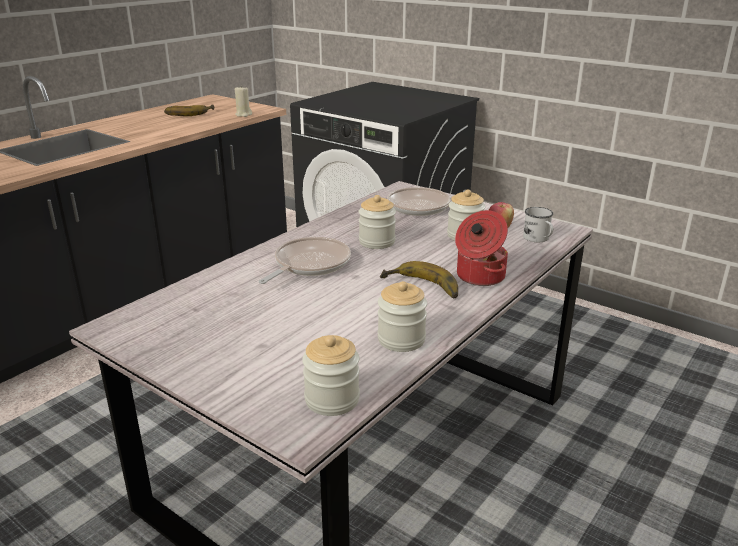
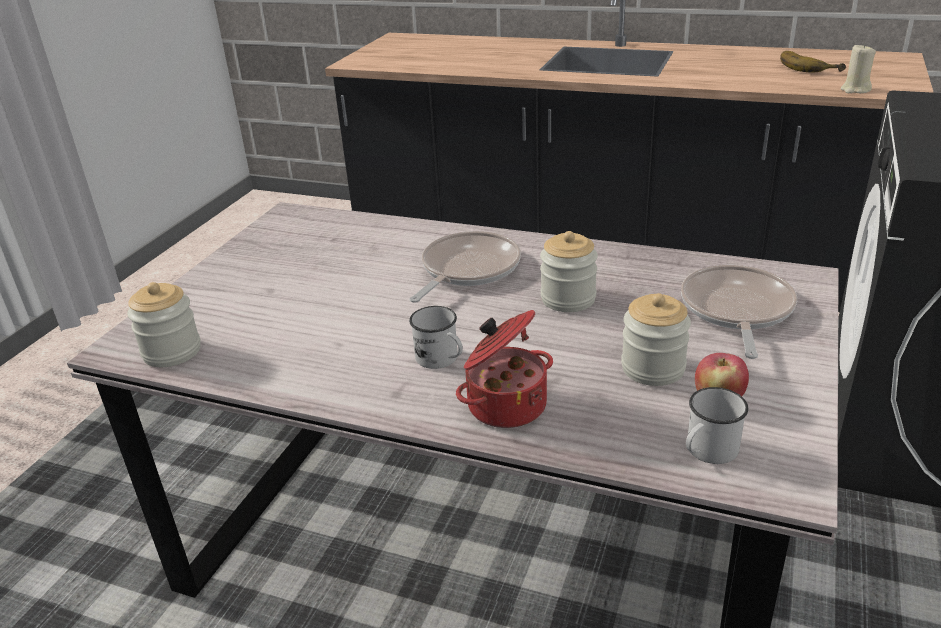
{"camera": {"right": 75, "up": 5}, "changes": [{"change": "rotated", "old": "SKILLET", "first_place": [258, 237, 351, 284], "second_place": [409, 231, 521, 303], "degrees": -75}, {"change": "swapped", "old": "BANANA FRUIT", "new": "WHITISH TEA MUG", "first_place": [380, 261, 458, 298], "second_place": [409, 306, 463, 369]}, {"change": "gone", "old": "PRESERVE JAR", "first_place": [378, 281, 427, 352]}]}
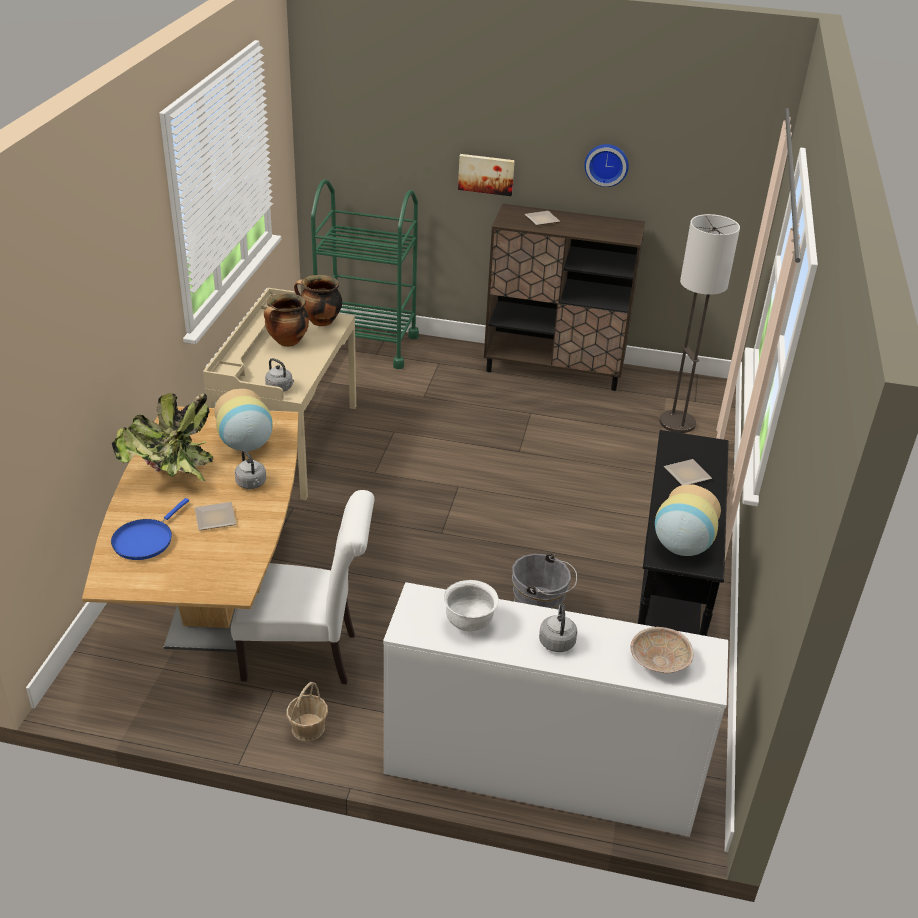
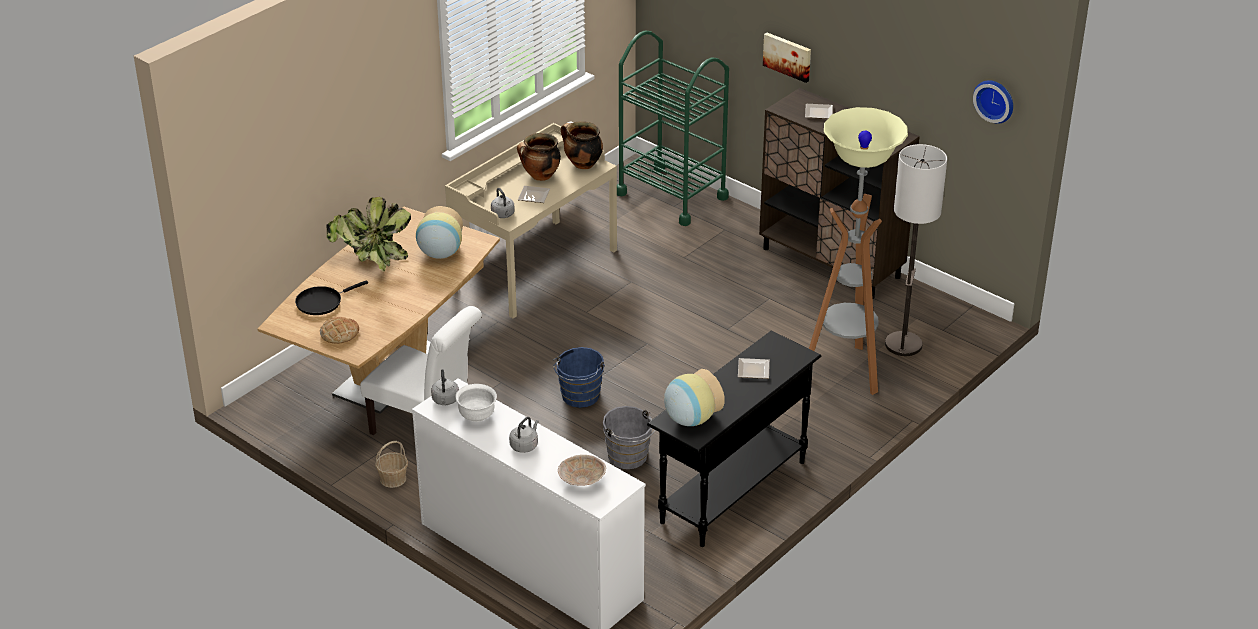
{"camera": {"right": 30, "up": 0}, "changes": [{"change": "shifted", "old": "WALL CLOCK", "first_place": [584, 144, 629, 187], "second_place": [973, 81, 1013, 124]}, {"change": "shifted", "old": "GREY KETTLE", "first_place": [235, 450, 266, 489], "second_place": [431, 369, 459, 405]}, {"change": "repainted", "old": "BLUE SKILLET", "new": "BLACKISH SKILLET", "first_place": [111, 498, 189, 560], "second_place": [295, 280, 368, 315]}, {"change": "shifted", "old": "DINNER PLATE", "first_place": [195, 502, 236, 530], "second_place": [518, 186, 550, 203]}, {"change": "new", "new": "STANDARD LAMP", "second_place": [809, 107, 908, 395]}, {"change": "new", "new": "BAKERY BREAD", "second_place": [320, 317, 359, 344]}, {"change": "new", "new": "BLUE BUCKET", "second_place": [553, 347, 605, 408]}]}
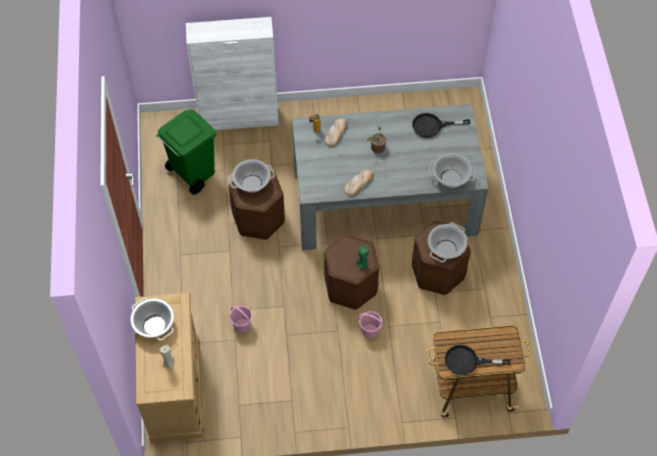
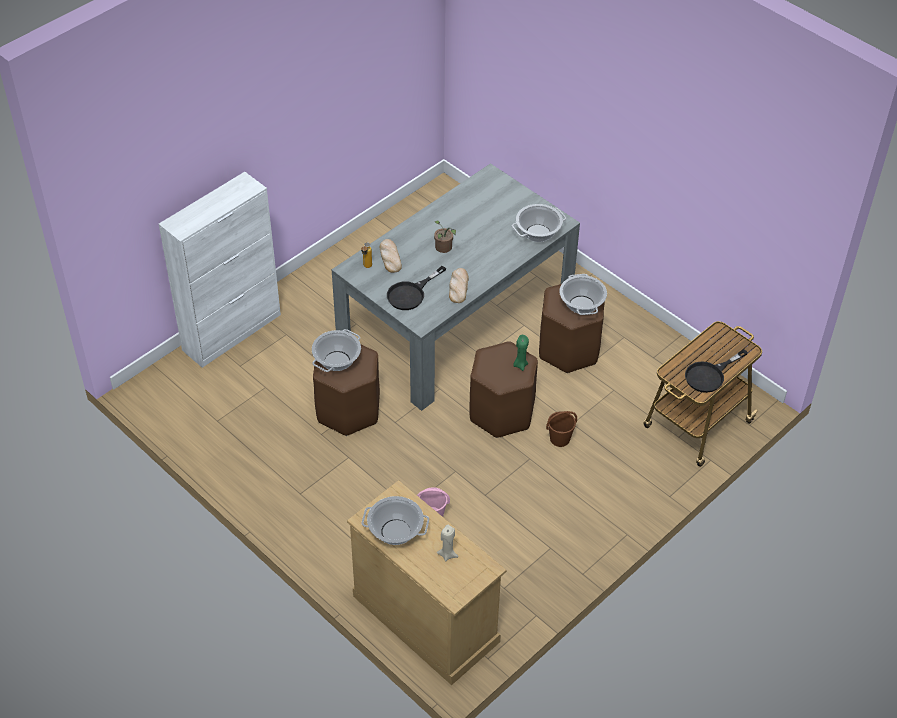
{"camera": {"right": -40, "up": -10}, "changes": [{"change": "gone", "old": "GREEN WASTE BIN", "first_place": [156, 109, 216, 195]}, {"change": "shifted", "old": "BLACKISH SKILLET", "first_place": [412, 113, 470, 138], "second_place": [387, 266, 446, 310]}, {"change": "repainted", "old": "PINK BUCKET", "new": "BROWN BUCKET", "first_place": [358, 311, 383, 338], "second_place": [546, 411, 577, 447]}]}
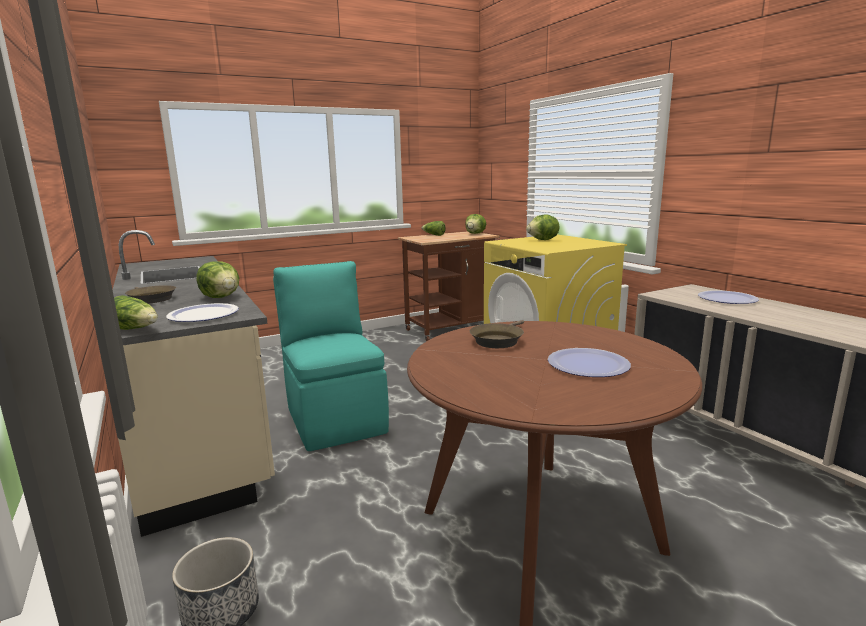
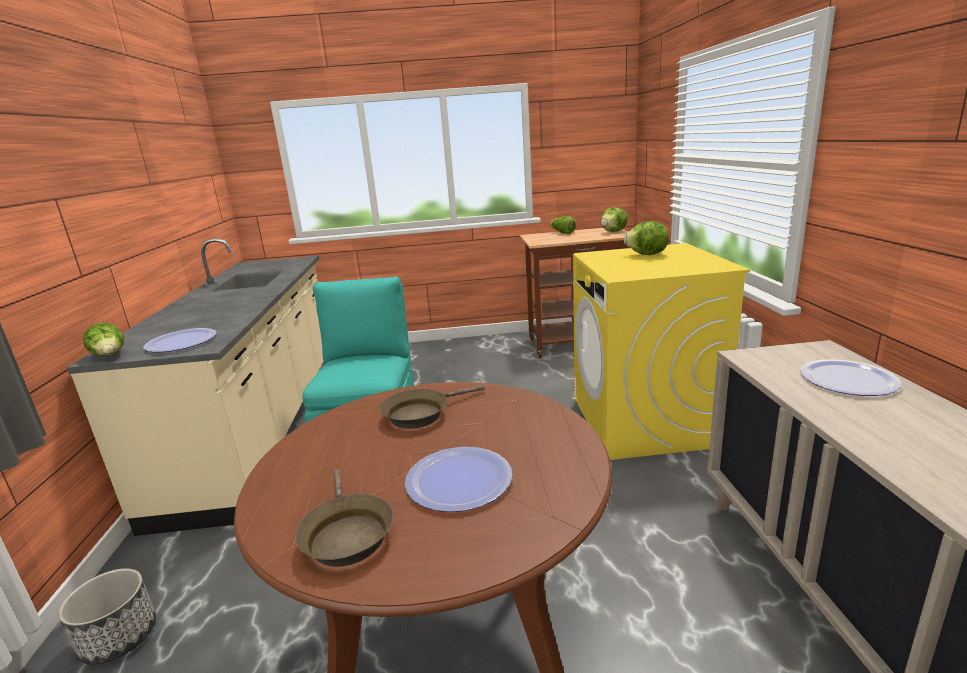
{"camera": {"right": 25, "up": 5}, "changes": [{"change": "gone", "old": "HEAD OF LETTUCE", "first_place": [196, 261, 239, 298]}, {"change": "shifted", "old": "BROWN SKILLET", "first_place": [125, 285, 176, 304], "second_place": [296, 469, 393, 567]}]}
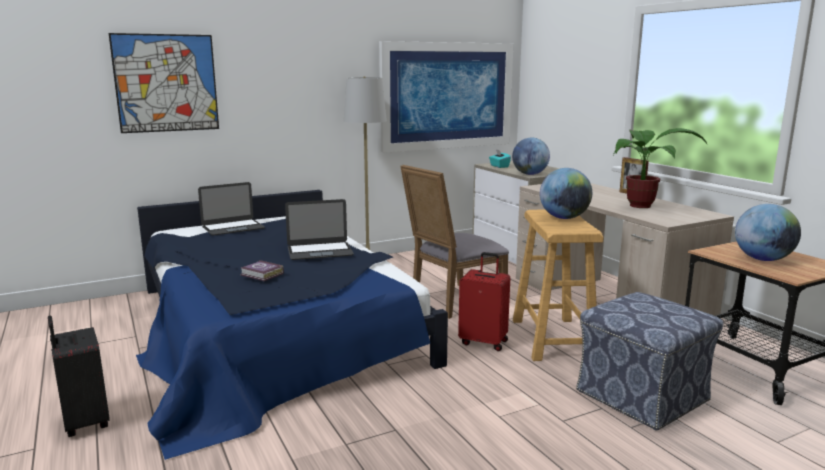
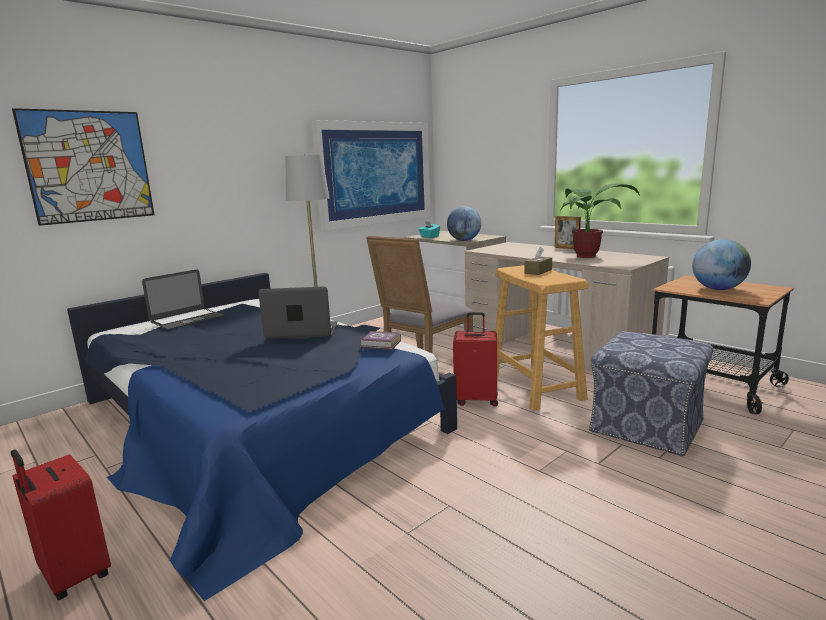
{"camera": {"right": -15, "up": 0}, "changes": [{"change": "swapped", "old": "DESK GLOBE", "new": "BROWN TISSUE BOX", "first_place": [540, 168, 592, 219], "second_place": [524, 247, 552, 275]}, {"change": "rotated", "old": "PORTABLE COMPUTER", "first_place": [285, 199, 354, 260], "second_place": [258, 286, 338, 339], "degrees": -150}, {"change": "shifted", "old": "VOLUME", "first_place": [240, 260, 284, 281], "second_place": [360, 331, 401, 350]}, {"change": "repainted", "old": "BLACKISH SUITCASE", "new": "RED-COLOURED SUITCASE", "first_place": [48, 316, 110, 437], "second_place": [11, 449, 111, 600]}]}
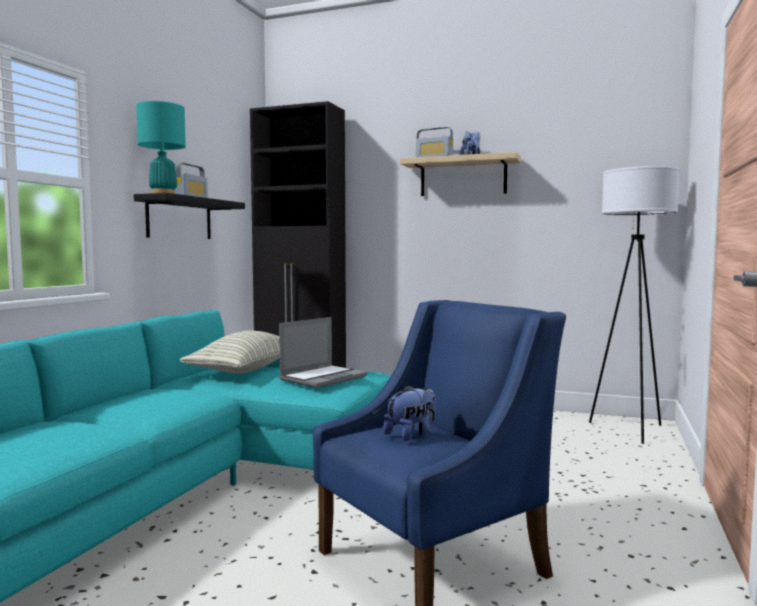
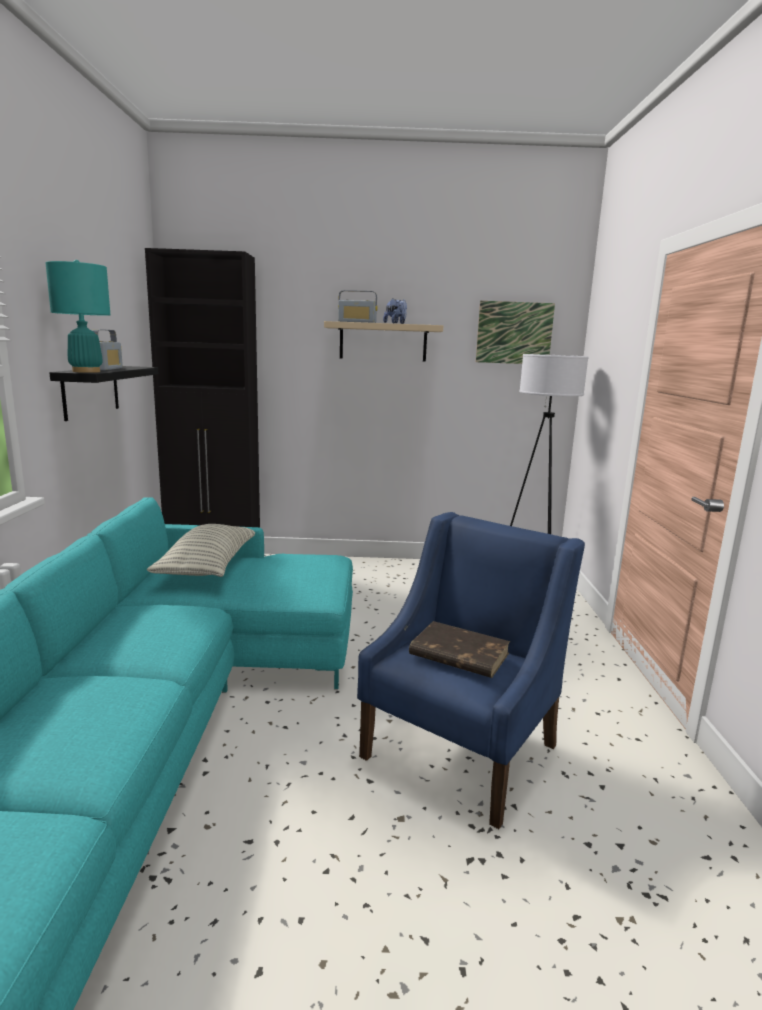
{"camera": {"right": -20, "up": 10}, "changes": [{"change": "gone", "old": "PORTABLE COMPUTER", "first_place": [279, 317, 367, 388]}, {"change": "swapped", "old": "SOFT TOY", "new": "BROWN VOLUME", "first_place": [383, 385, 436, 441], "second_place": [409, 621, 510, 678]}, {"change": "new", "new": "PICTURE", "second_place": [476, 301, 555, 364]}]}
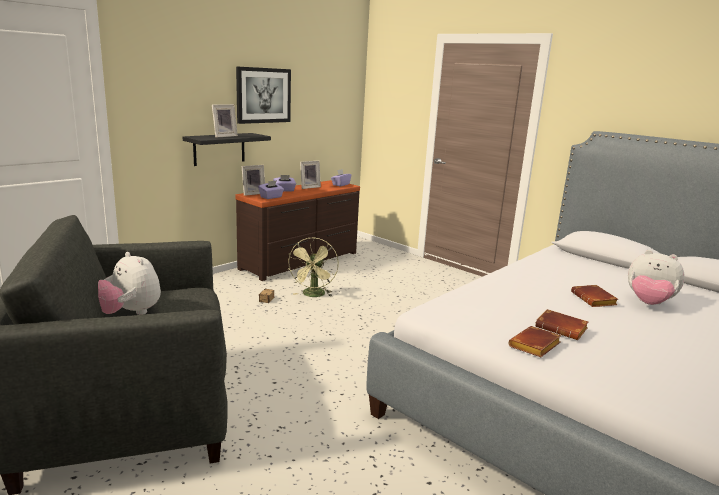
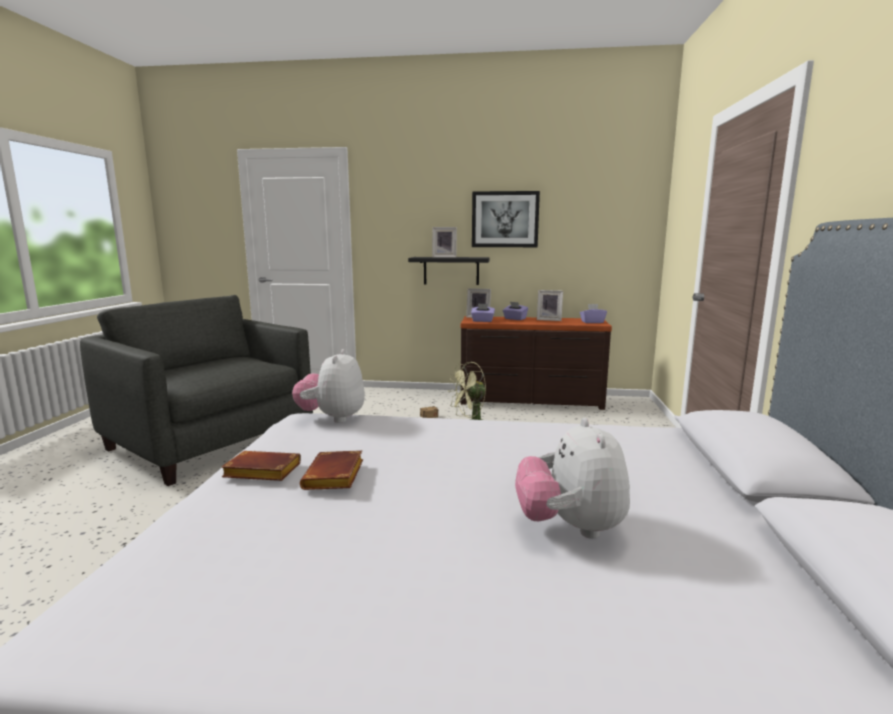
{"camera": {"right": 55, "up": -5}, "changes": [{"change": "shifted", "old": "SOFT TOY", "first_place": [98, 252, 161, 315], "second_place": [292, 349, 365, 423]}, {"change": "gone", "old": "BROWN VOLUME", "first_place": [571, 285, 618, 307]}]}
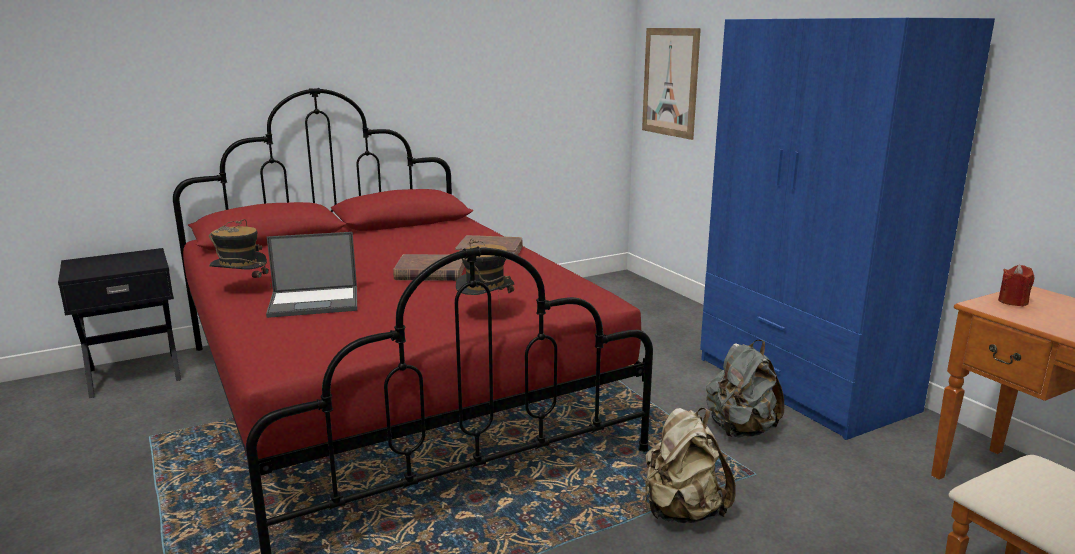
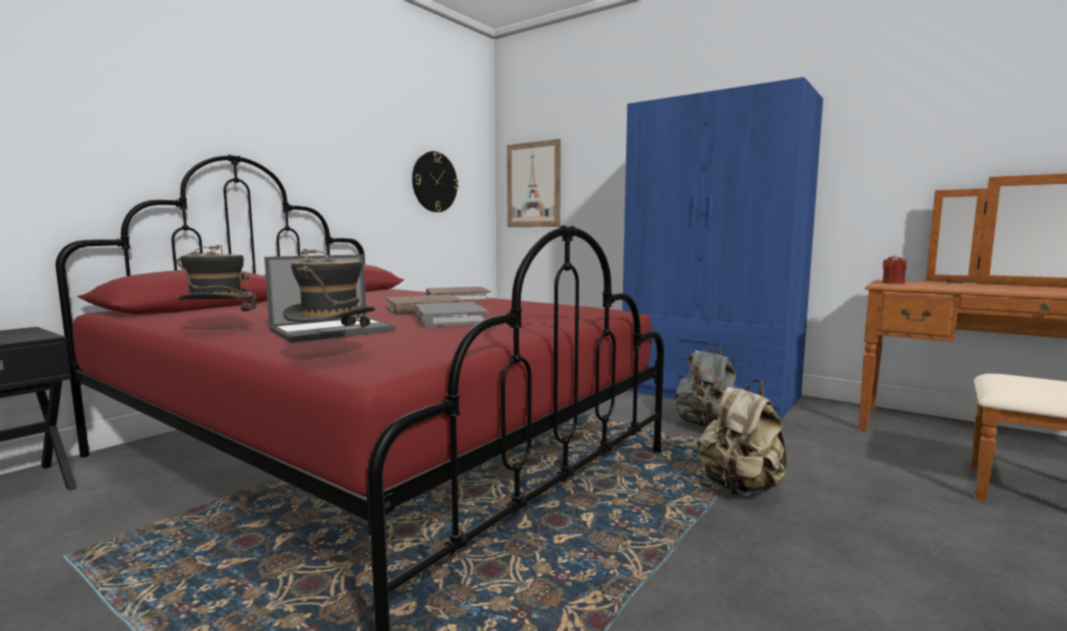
{"camera": {"right": -25, "up": -10}, "changes": [{"change": "shifted", "old": "HAT", "first_place": [456, 238, 514, 303], "second_place": [283, 249, 375, 349]}, {"change": "new", "new": "WALL CLOCK", "second_place": [412, 151, 459, 212]}, {"change": "new", "new": "GREY VOLUME", "second_place": [413, 302, 489, 327]}]}
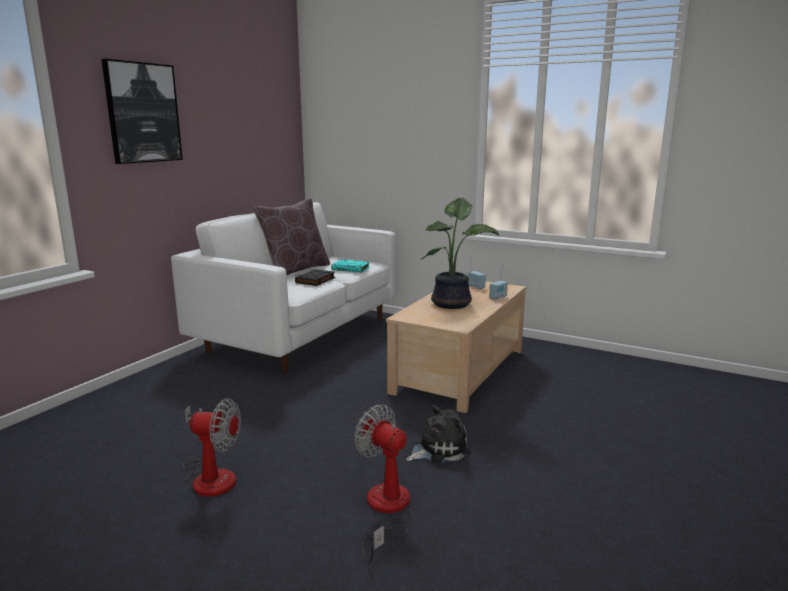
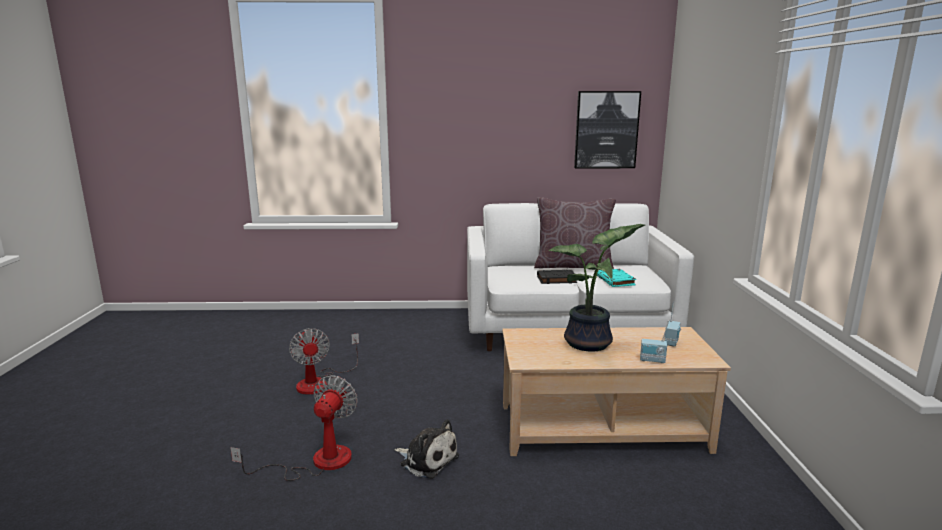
{"camera": {"right": 60, "up": 0}, "changes": [{"change": "shifted", "old": "PICTURE", "first_place": [101, 59, 183, 164], "second_place": [574, 91, 641, 168]}]}
